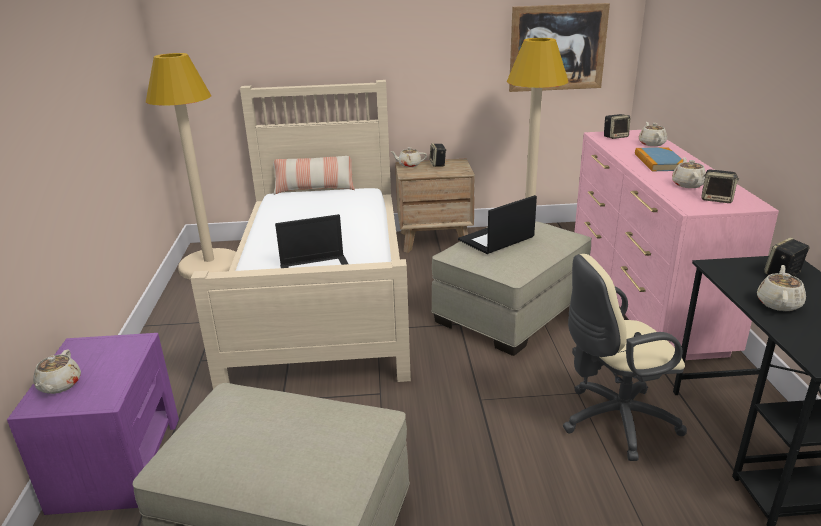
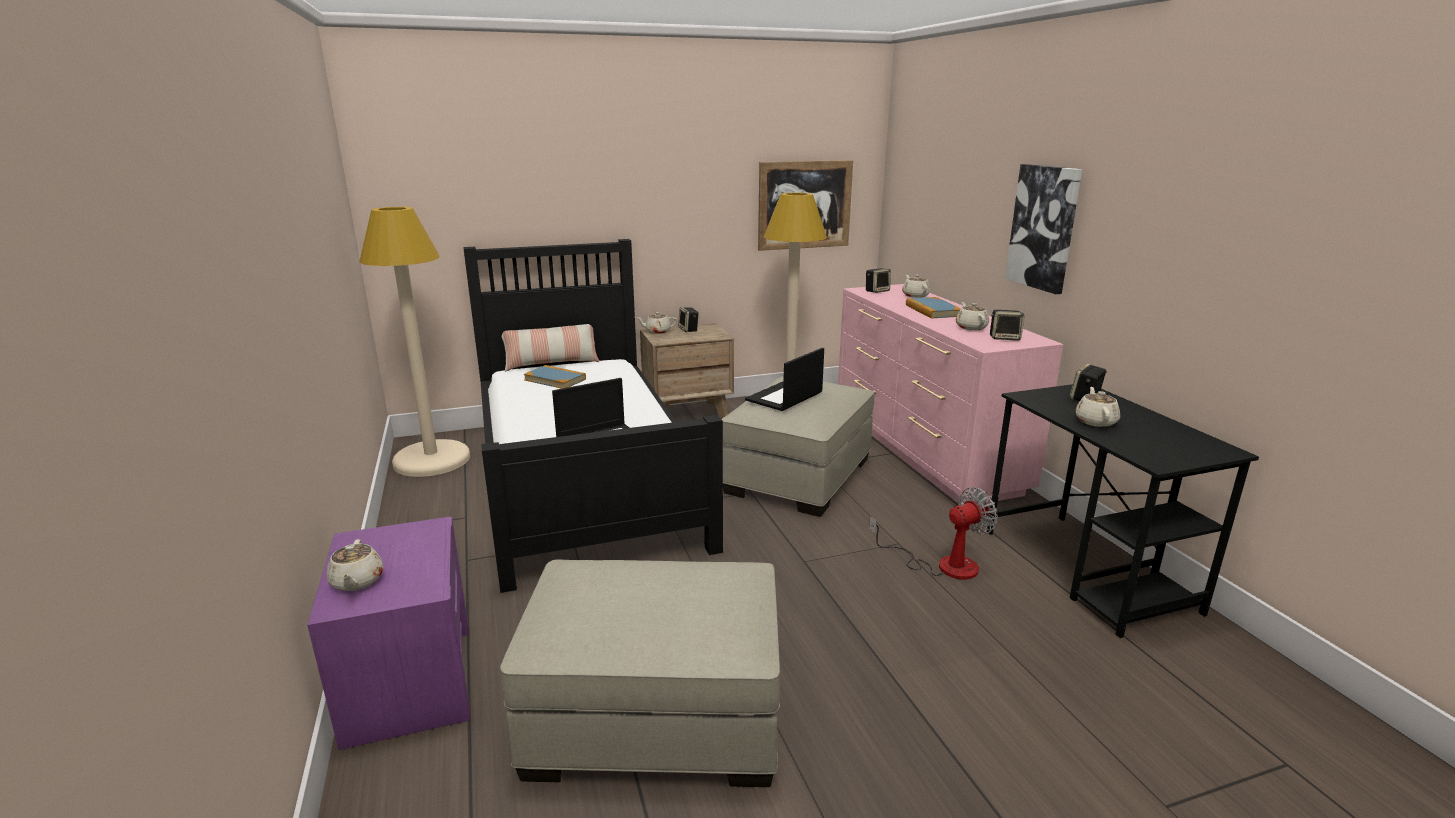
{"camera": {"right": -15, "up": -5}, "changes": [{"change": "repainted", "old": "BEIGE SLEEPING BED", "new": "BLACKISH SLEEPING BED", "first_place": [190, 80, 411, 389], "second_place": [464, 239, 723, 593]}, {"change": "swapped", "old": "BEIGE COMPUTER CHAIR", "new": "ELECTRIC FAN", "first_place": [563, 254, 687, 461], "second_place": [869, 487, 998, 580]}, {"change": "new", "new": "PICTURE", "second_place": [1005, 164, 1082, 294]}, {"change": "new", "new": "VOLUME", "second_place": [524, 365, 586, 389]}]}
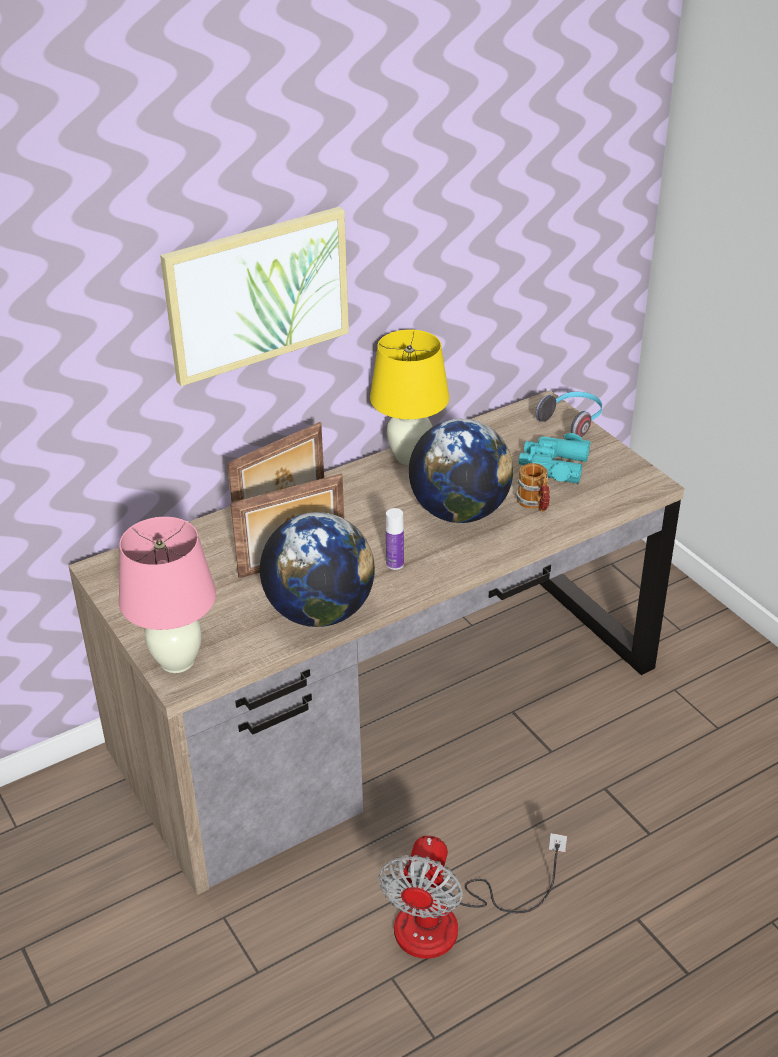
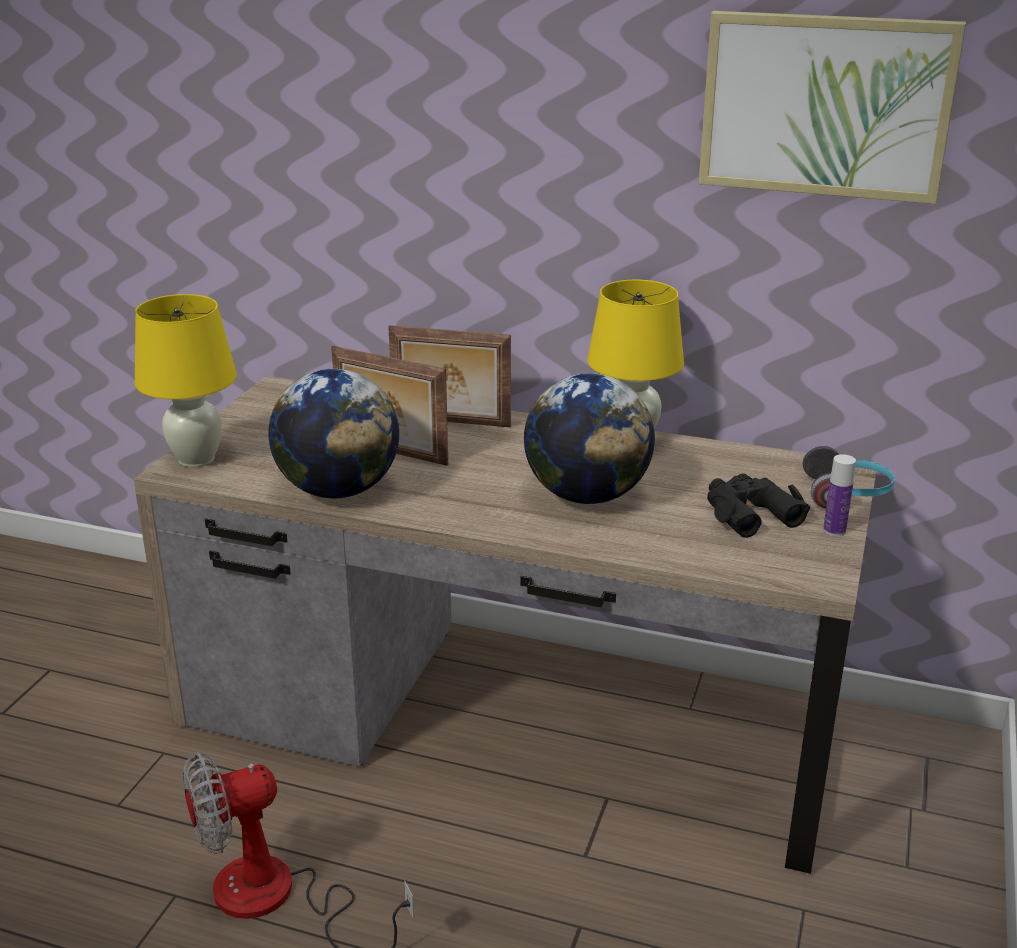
{"camera": {"right": 50, "up": -10}, "changes": [{"change": "shifted", "old": "PICTURE", "first_place": [160, 207, 349, 386], "second_place": [699, 11, 966, 204]}, {"change": "repainted", "old": "BLUE-GREEN PAIR OF BINOCULARS", "new": "BLACKISH PAIR OF BINOCULARS", "first_place": [519, 433, 591, 484], "second_place": [707, 473, 810, 538]}, {"change": "gone", "old": "TEA MUG", "first_place": [515, 463, 550, 512]}, {"change": "shifted", "old": "BEVERAGE BOTTLE", "first_place": [386, 508, 404, 570], "second_place": [823, 454, 856, 536]}, {"change": "repainted", "old": "PINK TABLETOP LAMP", "new": "YELLOWISH TABLETOP LAMP", "first_place": [119, 517, 216, 673], "second_place": [134, 294, 237, 467]}]}
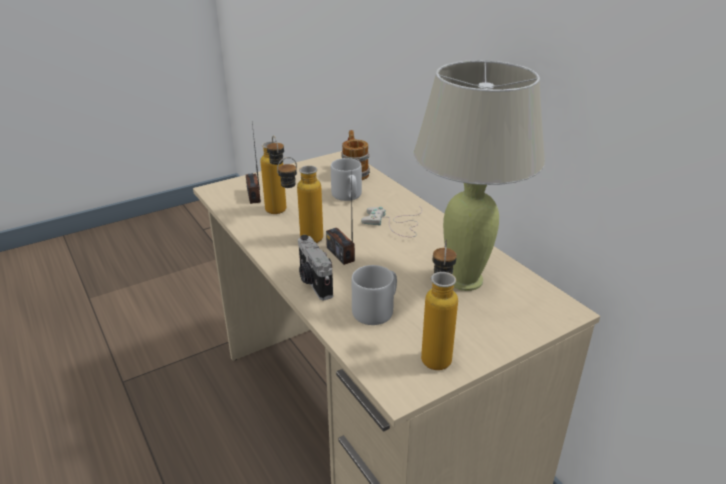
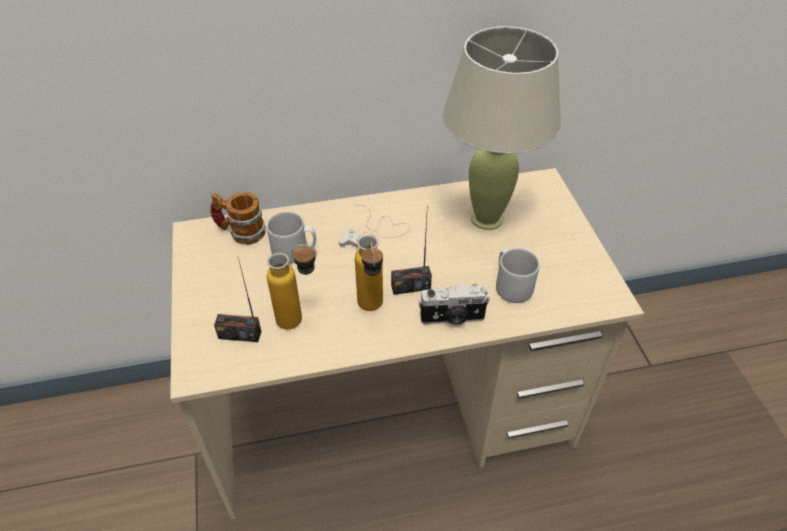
{"camera": {"right": -70, "up": 15}, "changes": [{"change": "gone", "old": "BEVERAGE BOTTLE", "first_place": [421, 240, 458, 370]}]}
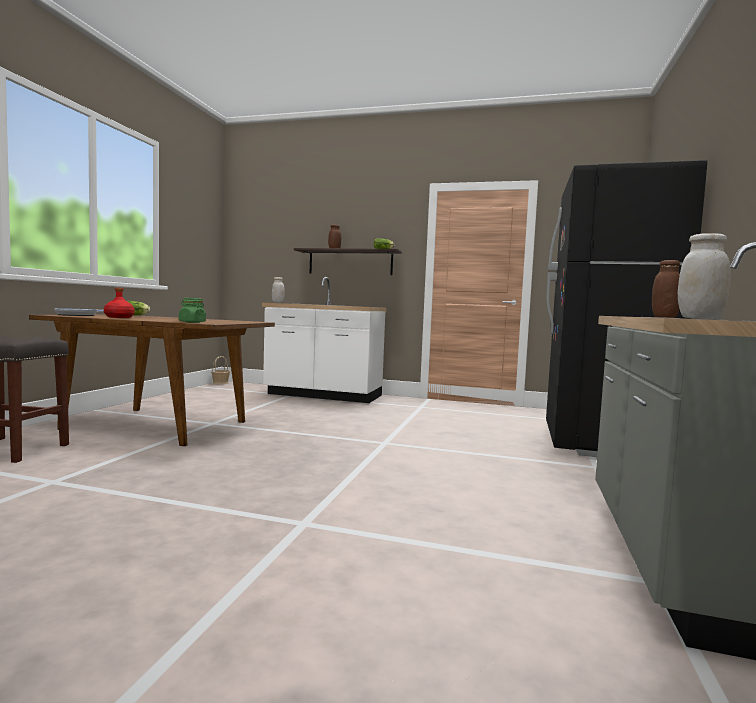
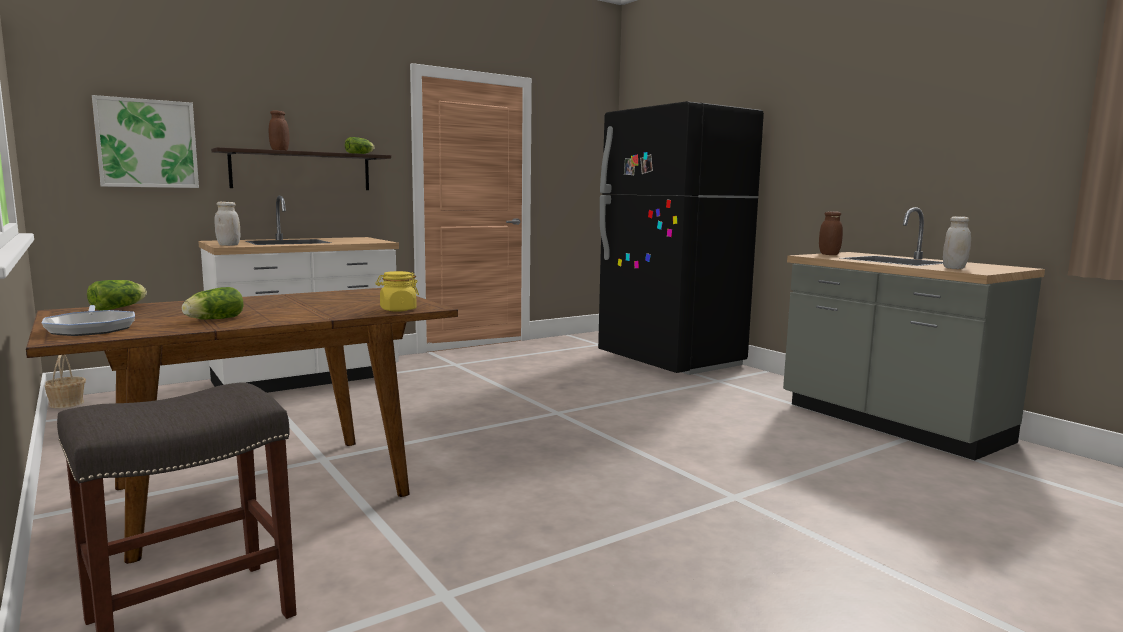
{"camera": {"right": -50, "up": 5}, "changes": [{"change": "swapped", "old": "RED-COLOURED BEVERAGE BOTTLE", "new": "HEAD OF LETTUCE", "first_place": [104, 288, 135, 318], "second_place": [182, 287, 243, 320]}, {"change": "repainted", "old": "GREEN PRESERVE JAR", "new": "YELLOWISH PRESERVE JAR", "first_place": [179, 298, 206, 323], "second_place": [375, 271, 419, 312]}, {"change": "new", "new": "PICTURE", "second_place": [92, 95, 199, 188]}]}
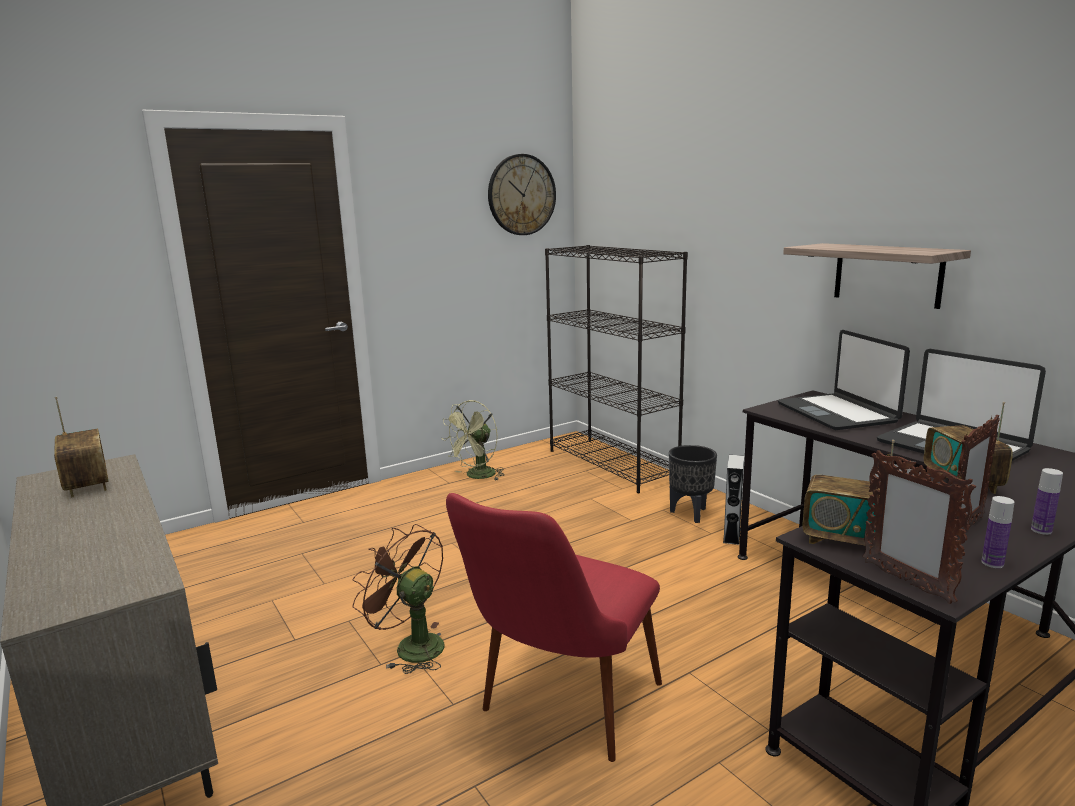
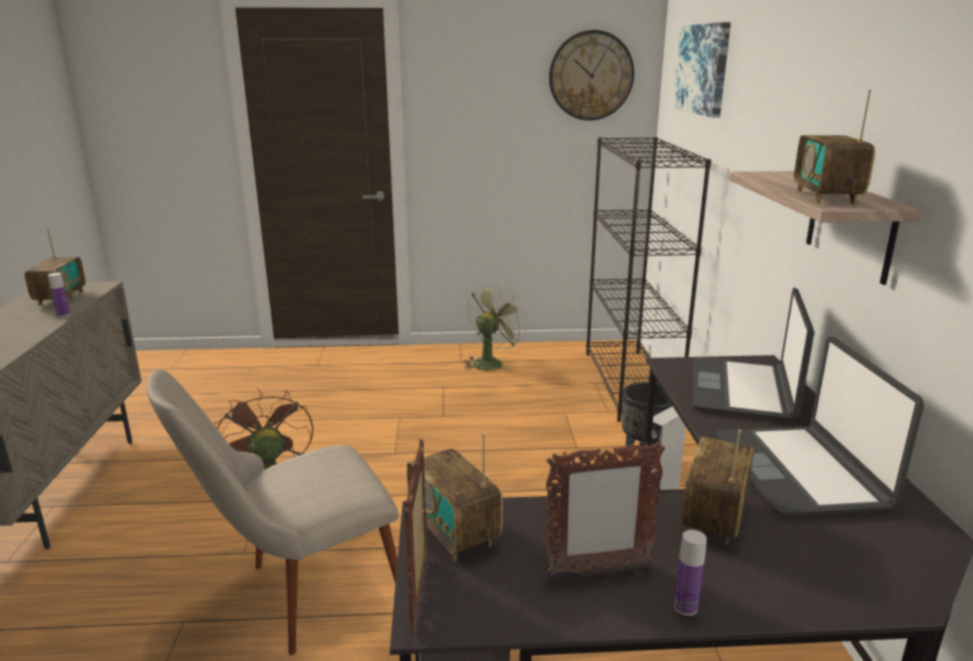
{"camera": {"right": 30, "up": 5}, "changes": [{"change": "rotated", "old": "GREEN ELECTRIC FAN", "first_place": [443, 400, 505, 480], "second_place": [463, 285, 526, 370], "degrees": 150}, {"change": "repainted", "old": "RED-COLOURED CHAIR", "new": "BEIGE CHAIR", "first_place": [446, 493, 662, 762], "second_place": [147, 370, 399, 655]}, {"change": "shifted", "old": "BEVERAGE BOTTLE", "first_place": [982, 496, 1014, 568], "second_place": [48, 273, 70, 317]}, {"change": "new", "new": "PICTURE", "second_place": [673, 22, 731, 118]}, {"change": "new", "new": "RADIO SET", "second_place": [794, 90, 875, 205]}]}
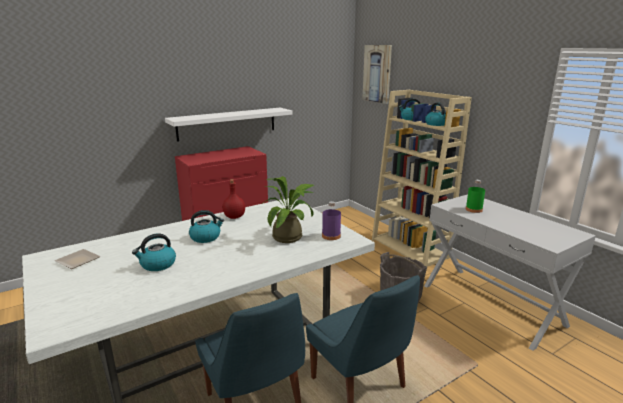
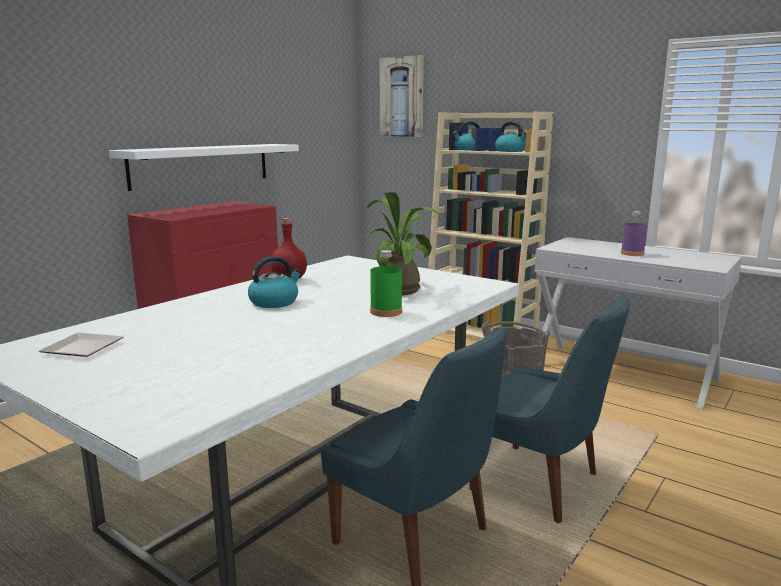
{"camera": {"right": -20, "up": -5}, "changes": [{"change": "shifted", "old": "GREEN BEVERAGE BOTTLE", "first_place": [466, 180, 485, 213], "second_place": [370, 250, 402, 317]}, {"change": "shifted", "old": "PURPLE-COLOURED BEVERAGE BOTTLE", "first_place": [322, 201, 341, 240], "second_place": [621, 211, 647, 256]}, {"change": "gone", "old": "KETTLE", "first_place": [132, 234, 176, 271]}]}
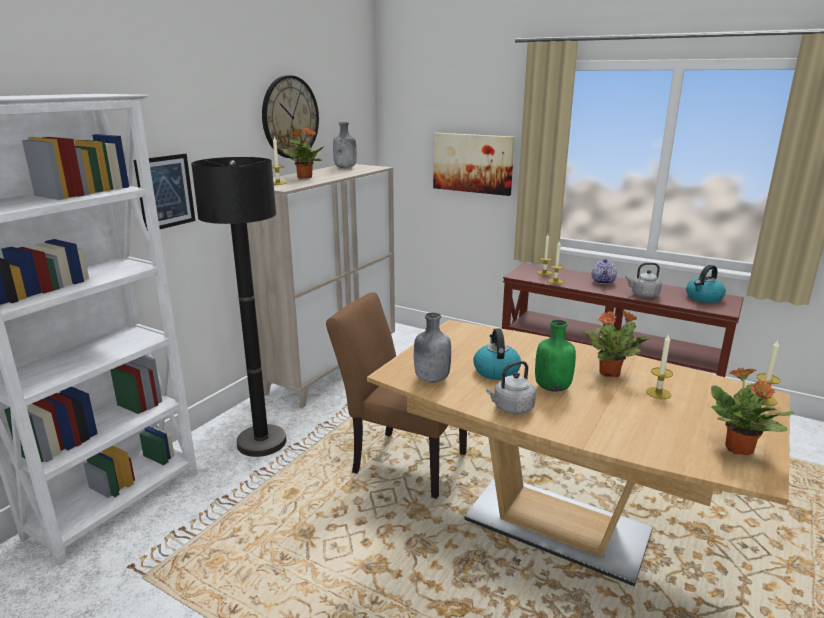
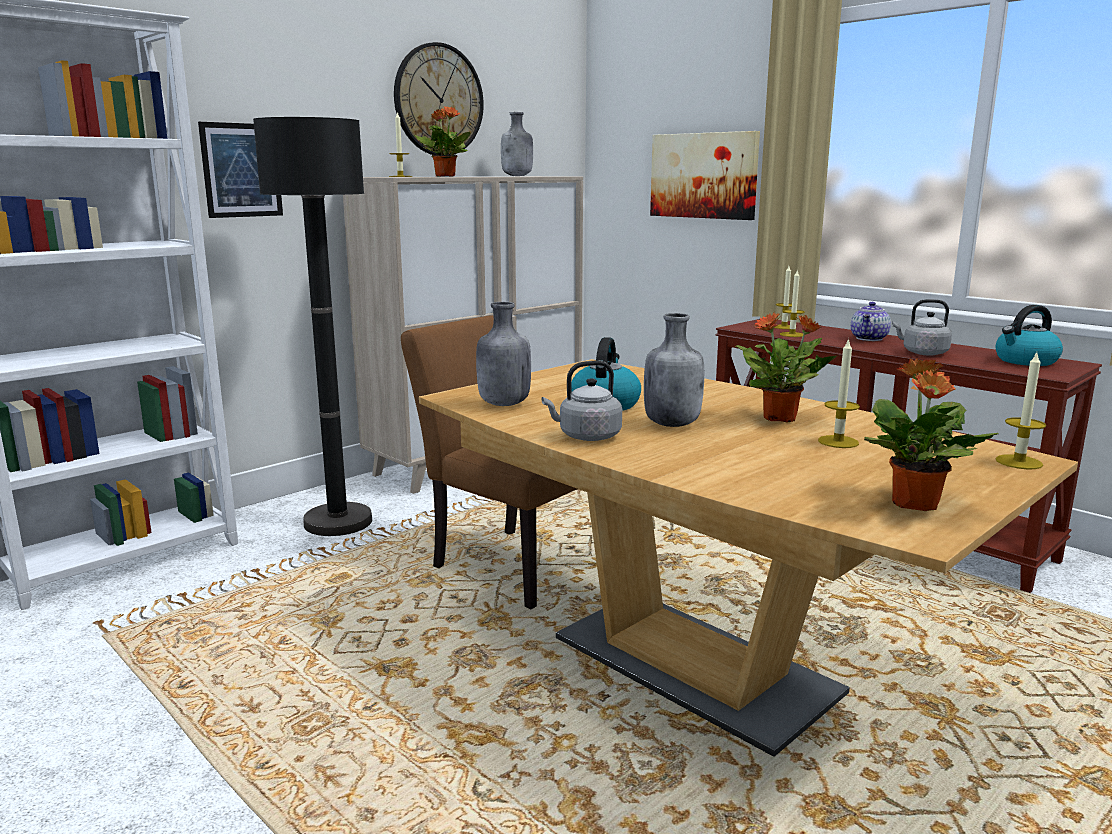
{"camera": {"right": 15, "up": -5}, "changes": [{"change": "repainted", "old": "GREEN BEVERAGE BOTTLE", "new": "GREY BEVERAGE BOTTLE", "first_place": [535, 319, 576, 392], "second_place": [644, 313, 704, 427]}]}
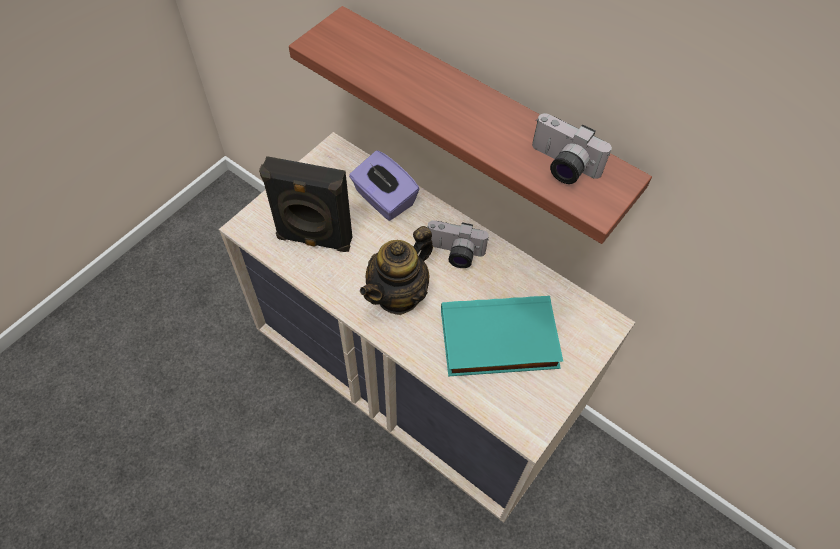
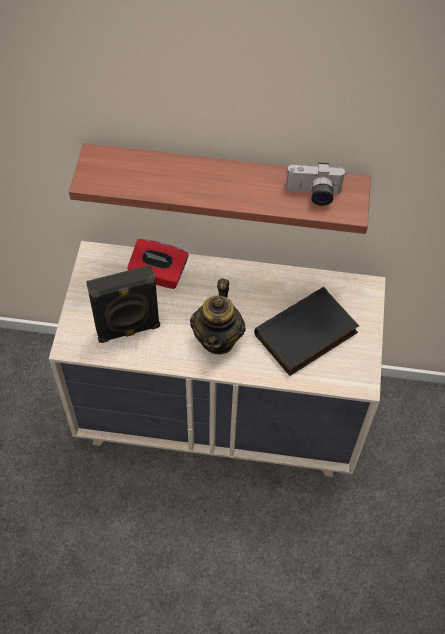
{"camera": {"right": -30, "up": 0}, "changes": [{"change": "repainted", "old": "PURPLE-COLOURED TISSUE BOX", "new": "RED-COLOURED TISSUE BOX", "first_place": [349, 150, 420, 221], "second_place": [127, 239, 189, 289]}, {"change": "gone", "old": "STILL CAMERA", "first_place": [427, 221, 489, 268]}, {"change": "repainted", "old": "BLUE-GREEN VOLUME", "new": "BLACKISH VOLUME", "first_place": [441, 296, 563, 376], "second_place": [254, 287, 359, 376]}]}
